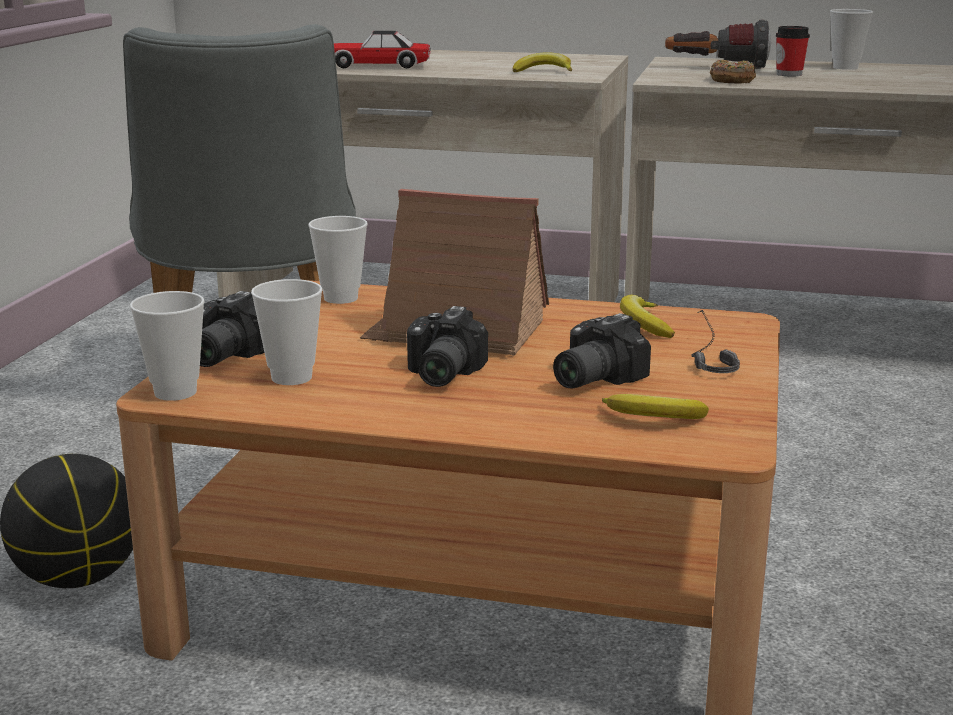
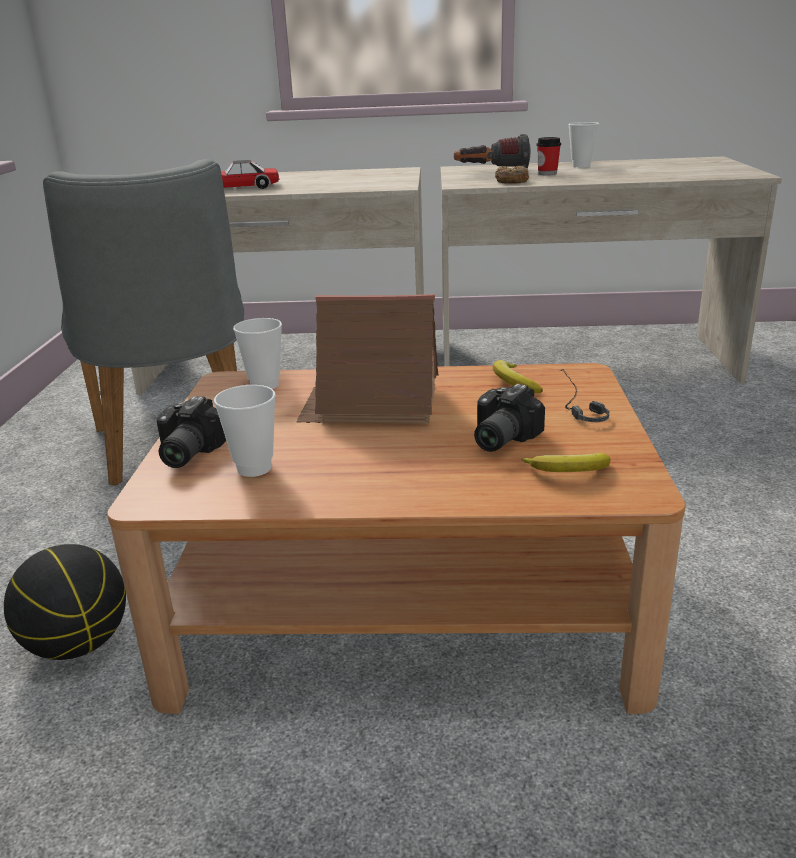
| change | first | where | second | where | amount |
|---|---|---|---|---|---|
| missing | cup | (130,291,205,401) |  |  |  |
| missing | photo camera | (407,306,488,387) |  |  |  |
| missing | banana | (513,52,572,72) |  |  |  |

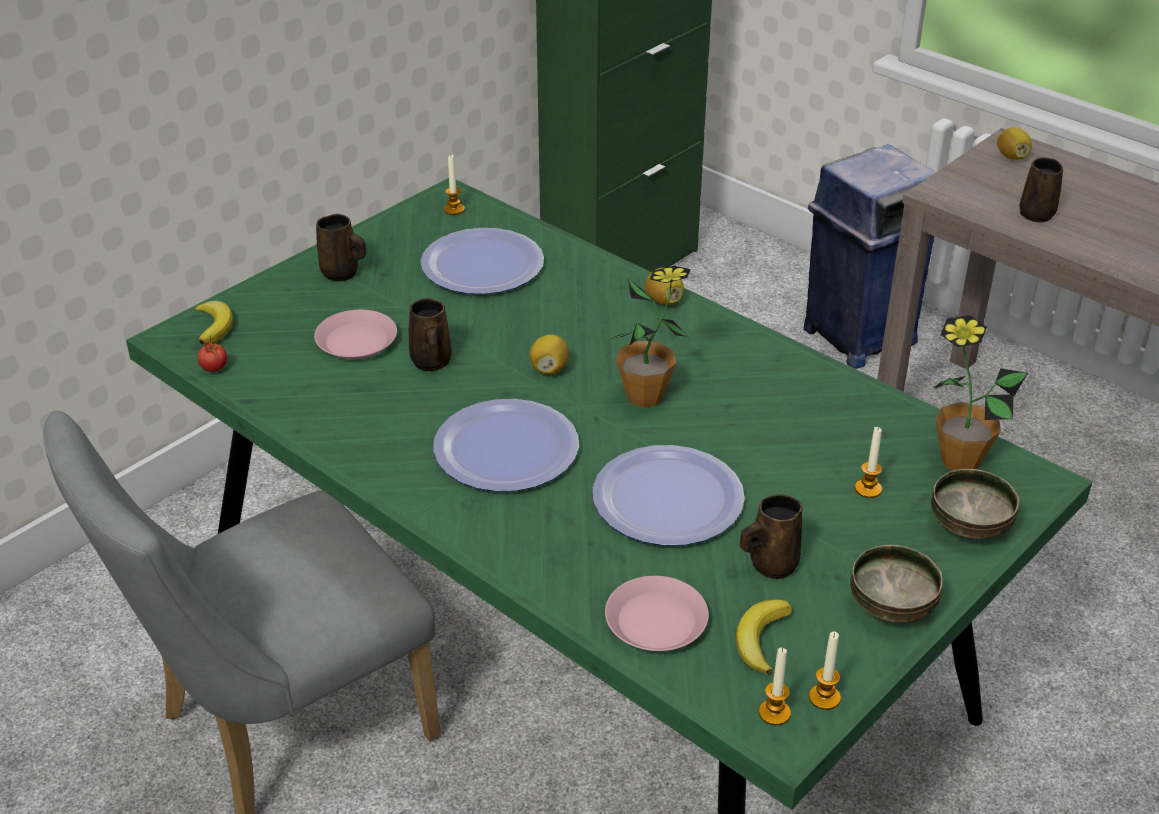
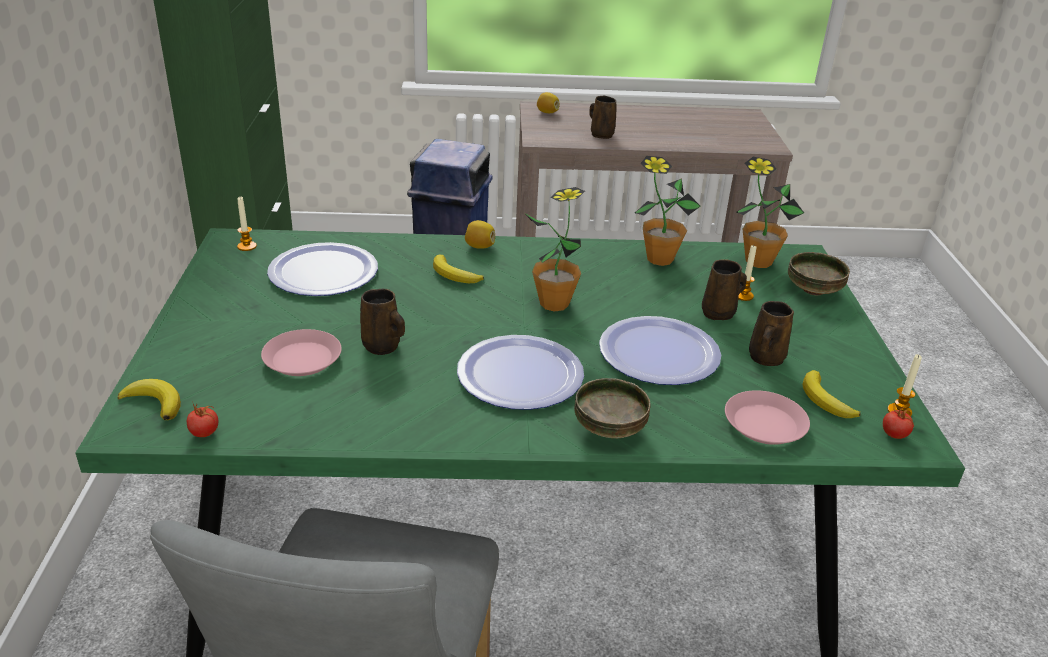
| change | first | where | second | where | amount |
|---|---|---|---|---|---|
| missing | lemon | (529,335,569,374) |  |  |  |
| appeared |  |  | banana | (433,254,484,283) |  |
| appeared |  |  | potted plant | (635,156,701,266) |  |
| relocated | mug/brown | (316,214,366,281) |  | (702,259,747,320) |  |
| relocated | bowl | (850,545,943,623) |  | (574,378,651,438) |  |
| exchanged | candle | (759,648,791,725) | tomato | (883,402,914,439) |  |

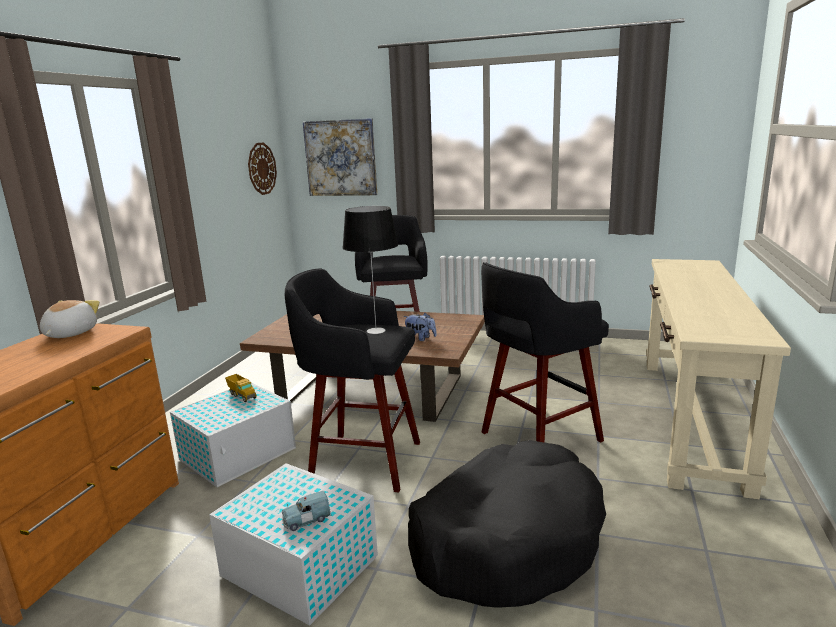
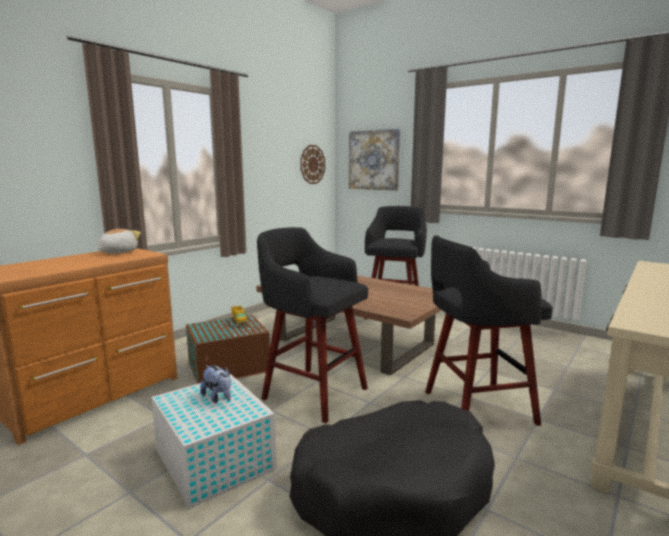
| change | first | where | second | where | amount |
|---|---|---|---|---|---|
| missing | toy car/blue | (282,491,331,531) |  |  |  |
| missing | table lamp | (342,206,398,334) |  |  |  |
| relocated | plush toy | (403,313,437,341) |  | (200,365,231,403) |  |
| colour | storage box/white | (170,383,296,487) | storage box/brown | (186,315,270,384) |  |

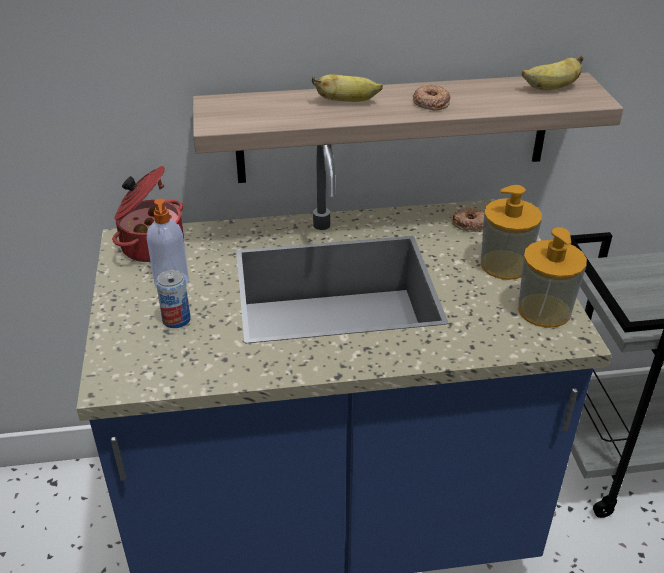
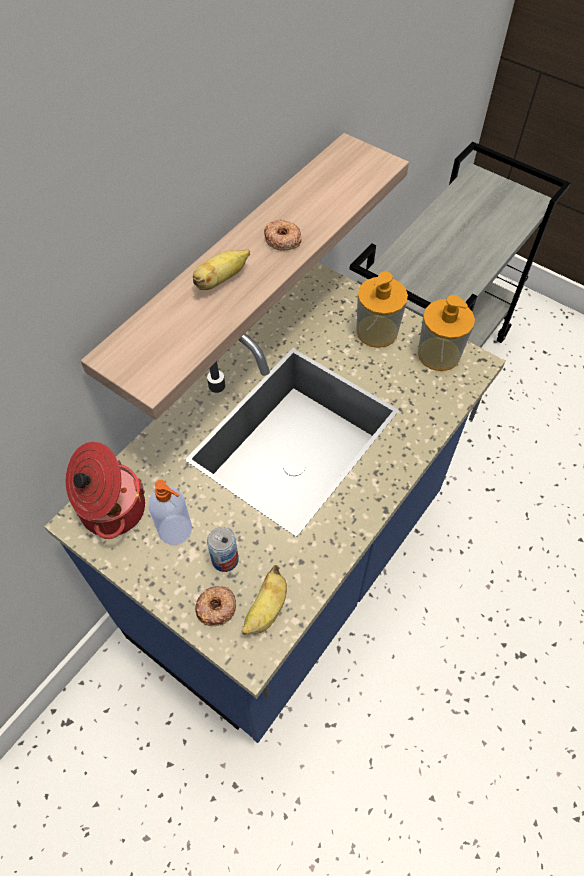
| change | first | where | second | where | amount |
|---|---|---|---|---|---|
| relocated | donut | (452,208,484,232) |  | (195,586,236,626) |  |
| relocated | banana | (522,55,583,91) |  | (242,565,287,635) |  |

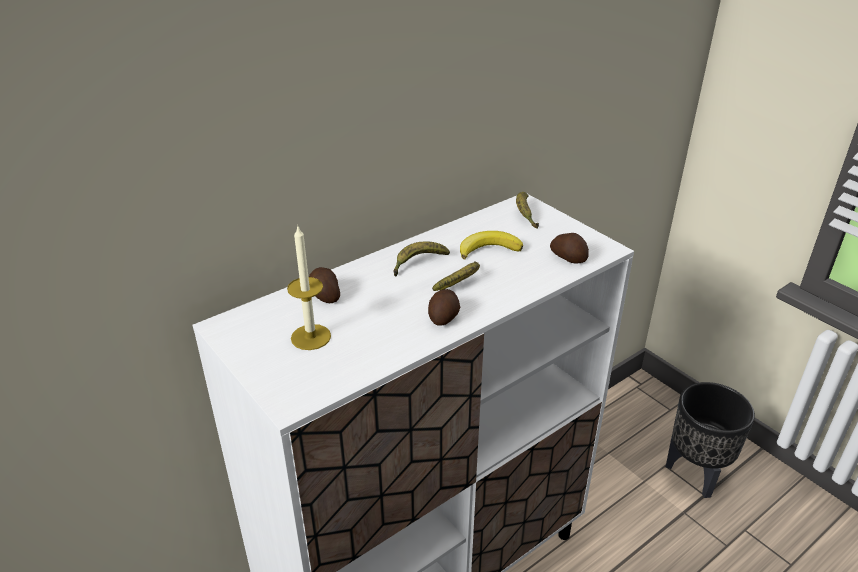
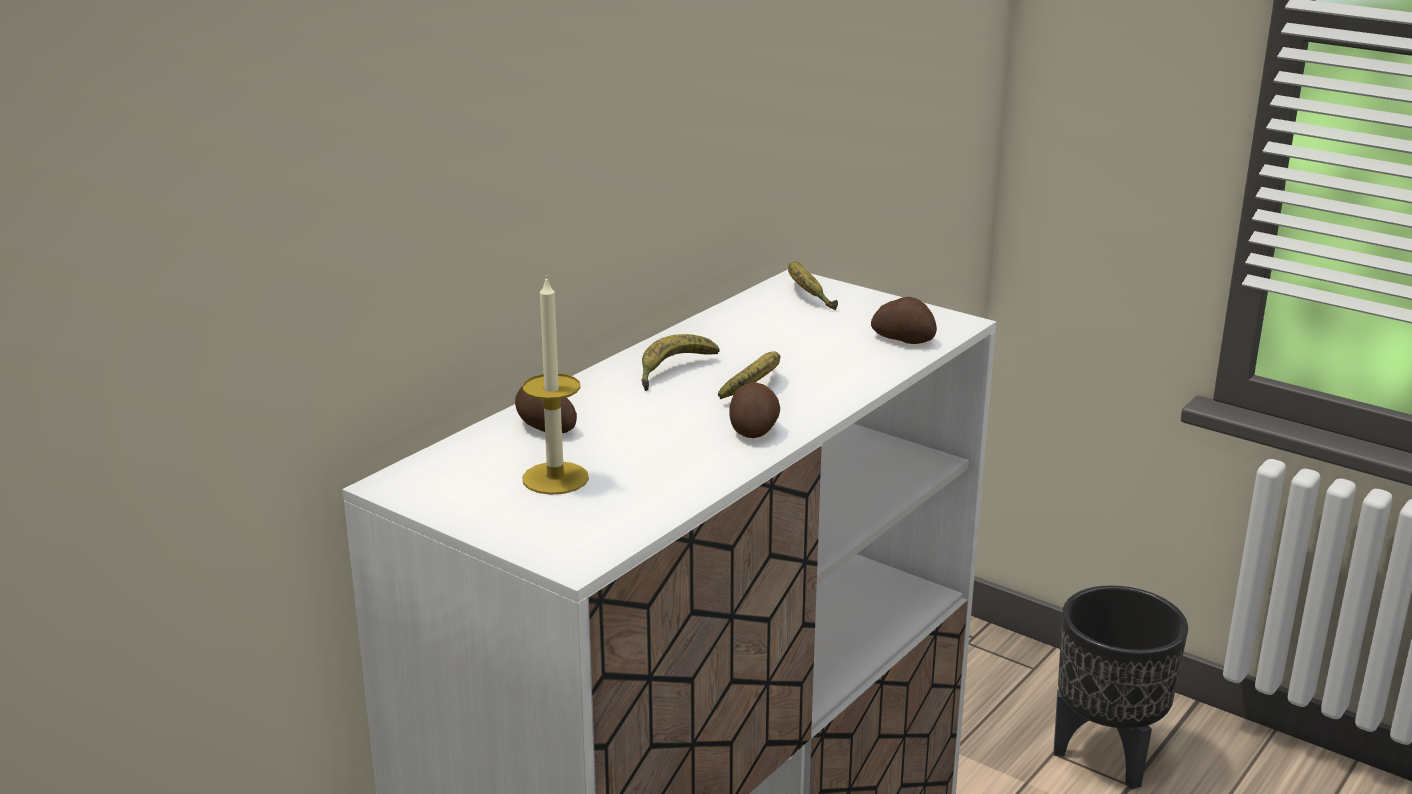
| change | first | where | second | where | amount |
|---|---|---|---|---|---|
| missing | banana | (460,231,523,259) |  |  |  |

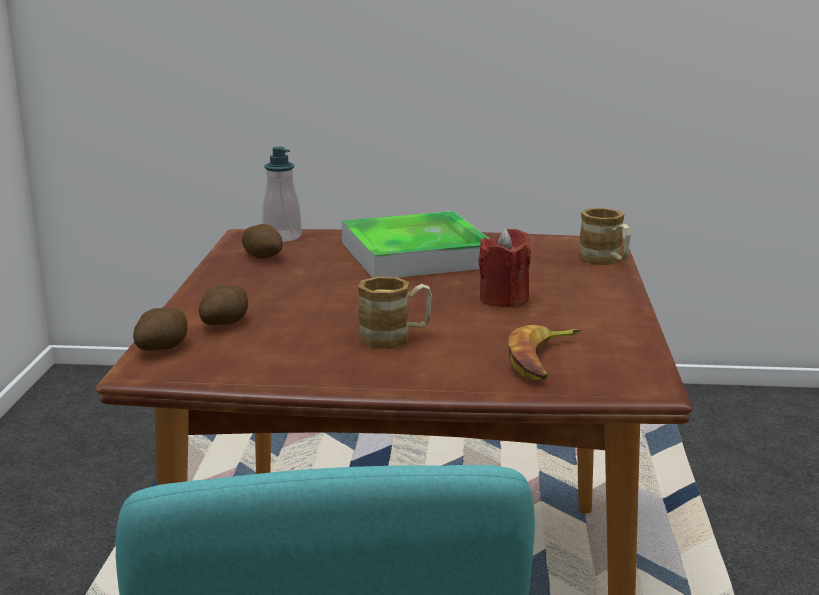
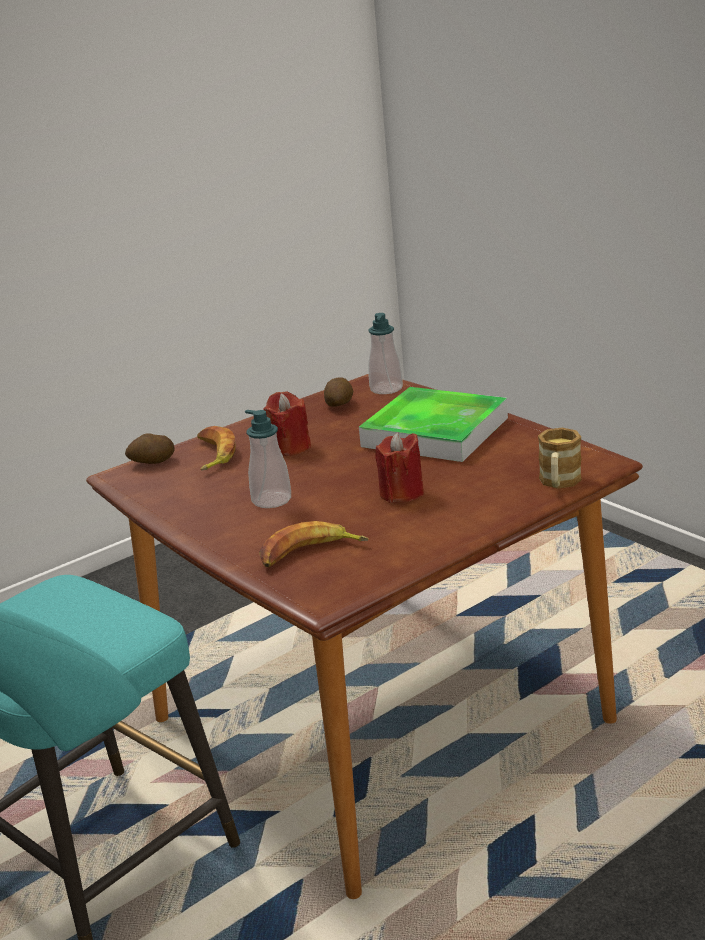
| change | first | where | second | where | amount |
|---|---|---|---|---|---|
| appeared |  |  | candle/red | (263,391,311,456) |  |
| exchanged | potato | (199,285,248,325) | banana | (197,426,236,471) |  |
| exchanged | mug | (358,276,432,349) | soap dispenser | (245,410,291,508) |  |

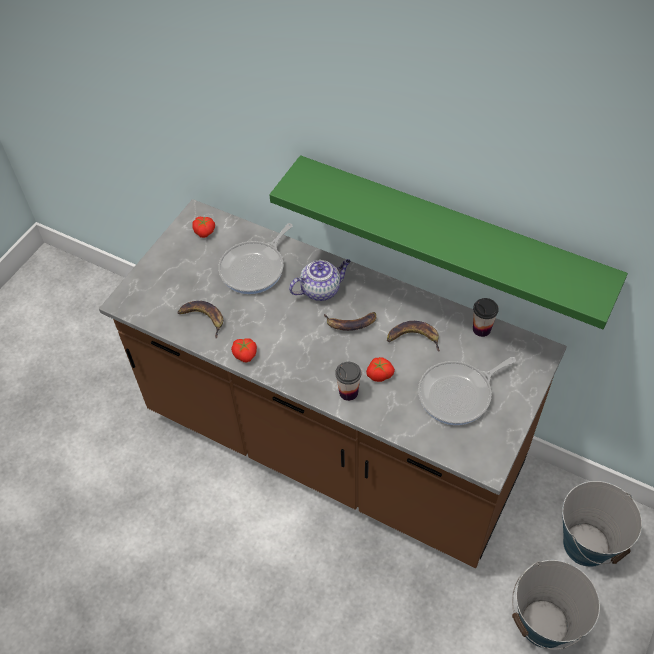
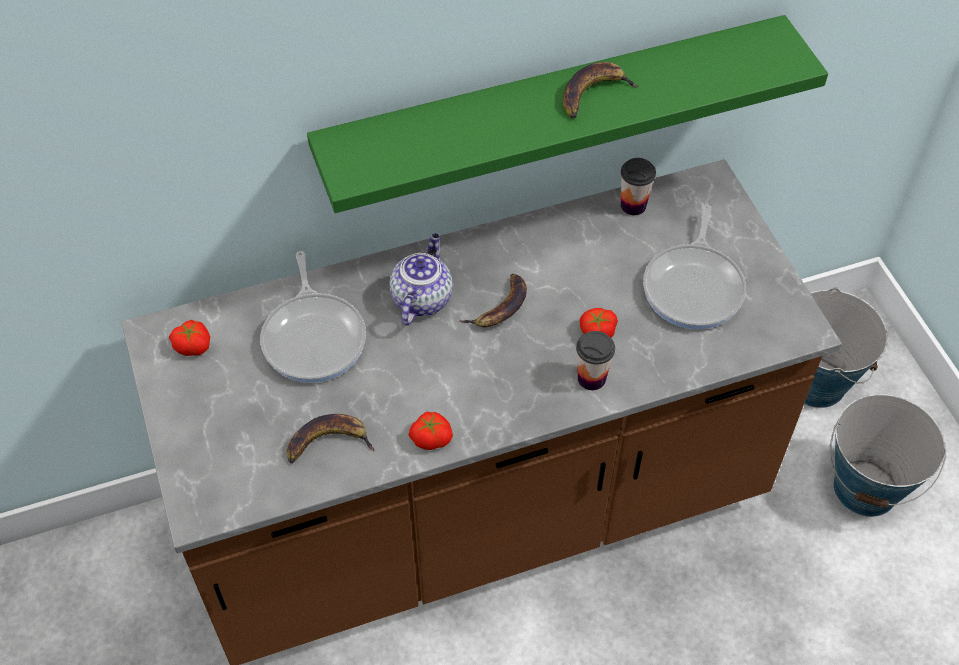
| change | first | where | second | where | amount |
|---|---|---|---|---|---|
| relocated | banana | (387,321,440,352) |  | (563,62,639,118) |  |

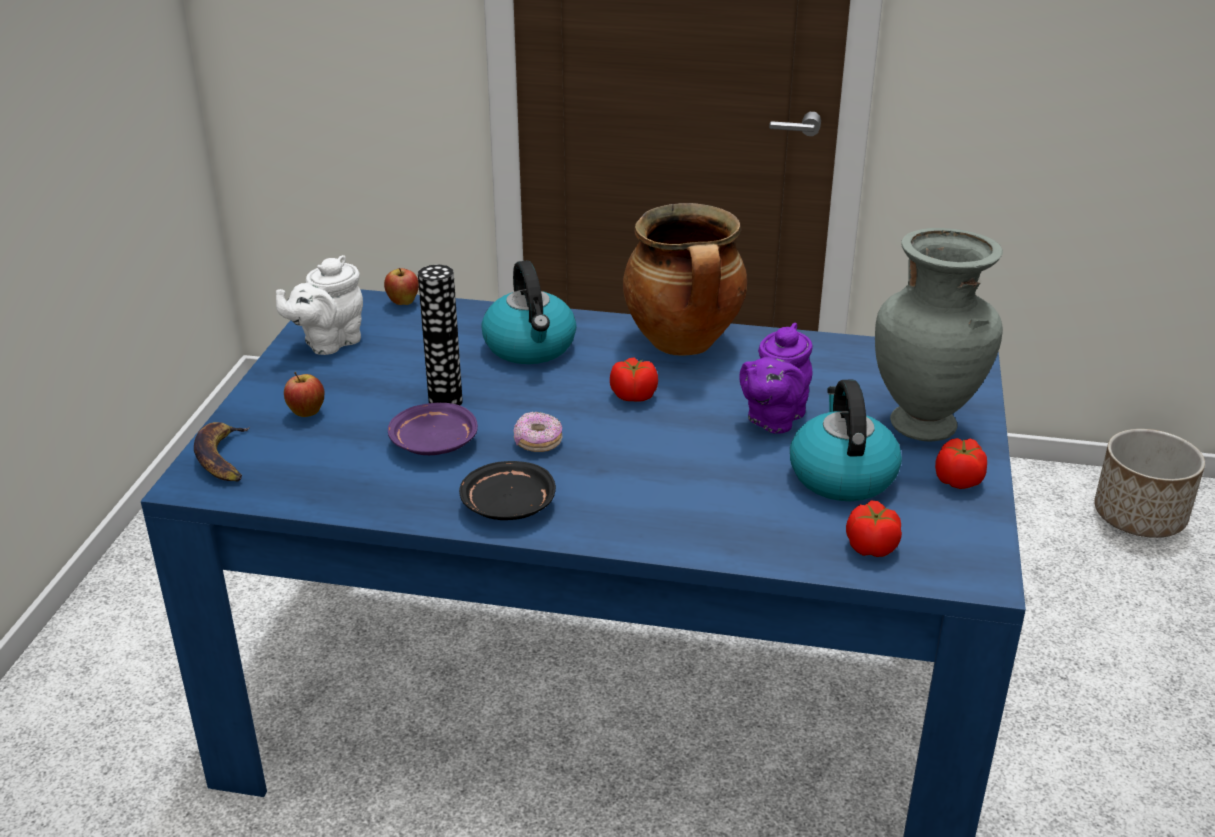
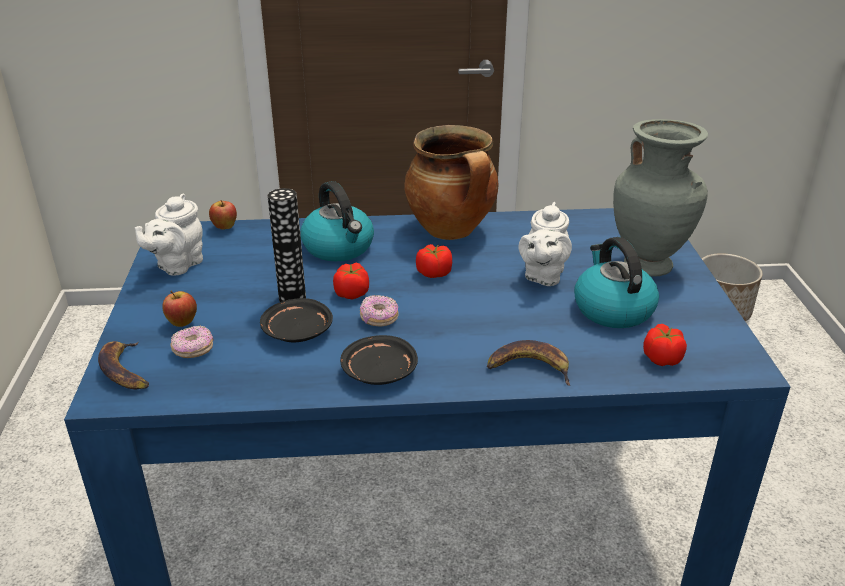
| change | first | where | second | where | amount |
|---|---|---|---|---|---|
| appeared |  |  | donut | (170,325,214,358) |  |
| appeared |  |  | banana | (487,340,570,386) |  |
| relocated | tomato | (935,438,987,489) |  | (333,263,369,299) |  |
| colour | plate/purple | (388,403,478,455) | plate/black | (260,298,333,342) |  |
| colour | teapot/purple | (739,323,813,434) | teapot/white | (519,202,572,286) |  |

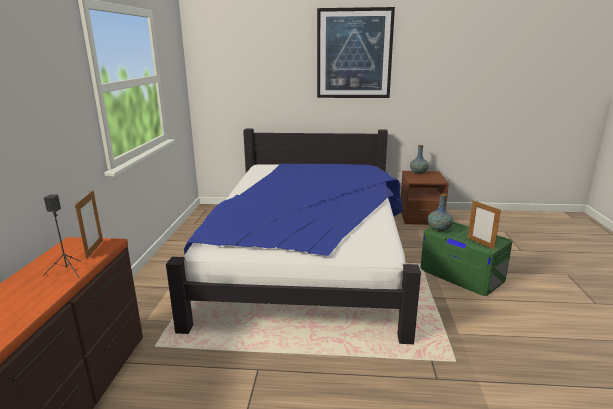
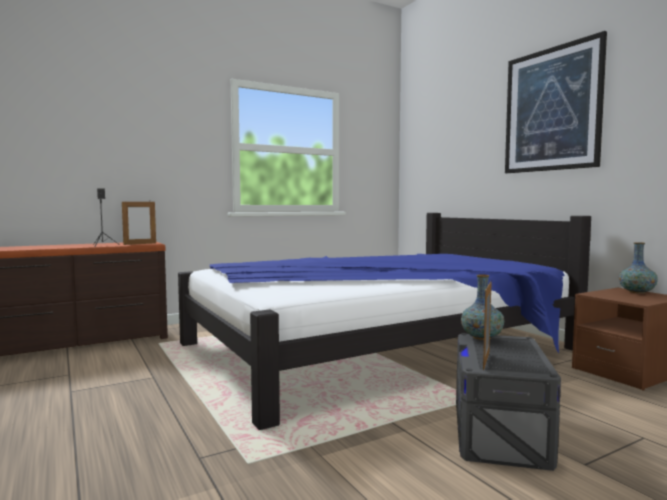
| change | first | where | second | where | amount |
|---|---|---|---|---|---|
| colour | storage box/green | (420,222,513,296) | storage box/grey | (456,333,561,471) |  |

